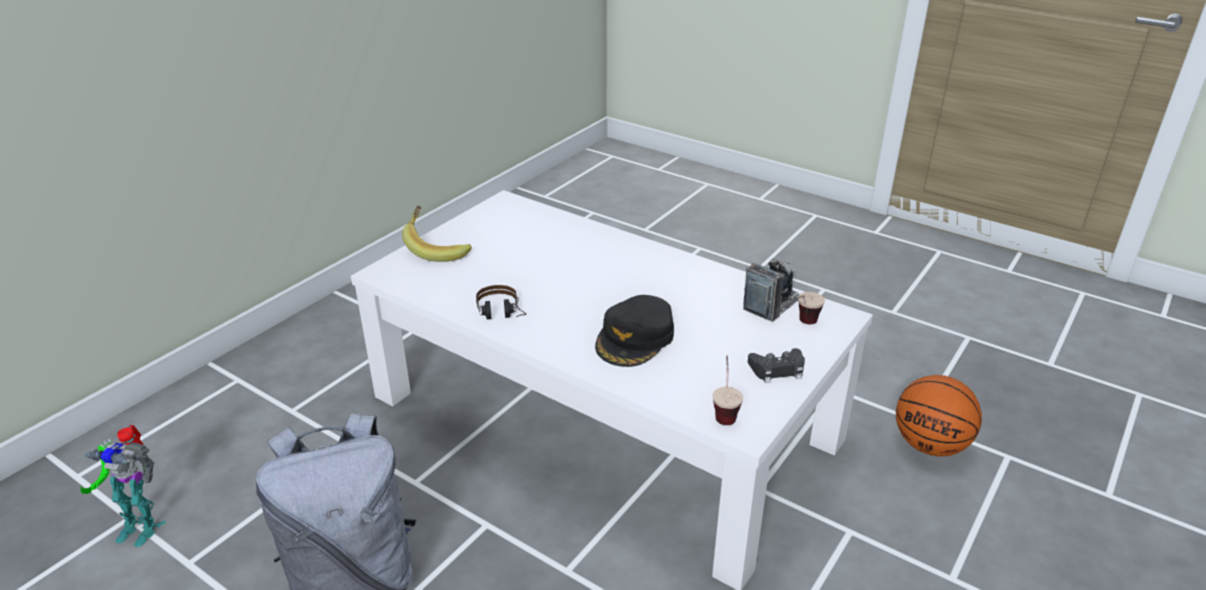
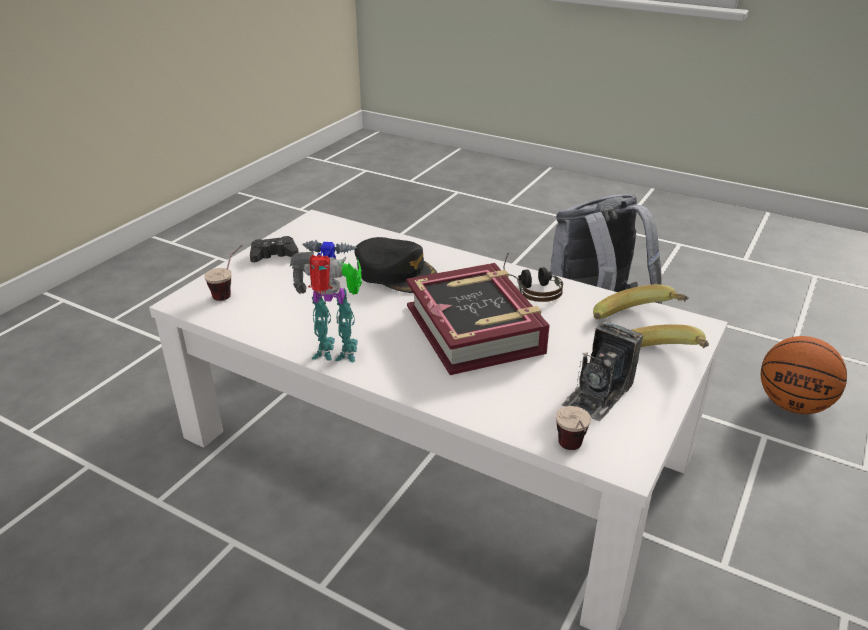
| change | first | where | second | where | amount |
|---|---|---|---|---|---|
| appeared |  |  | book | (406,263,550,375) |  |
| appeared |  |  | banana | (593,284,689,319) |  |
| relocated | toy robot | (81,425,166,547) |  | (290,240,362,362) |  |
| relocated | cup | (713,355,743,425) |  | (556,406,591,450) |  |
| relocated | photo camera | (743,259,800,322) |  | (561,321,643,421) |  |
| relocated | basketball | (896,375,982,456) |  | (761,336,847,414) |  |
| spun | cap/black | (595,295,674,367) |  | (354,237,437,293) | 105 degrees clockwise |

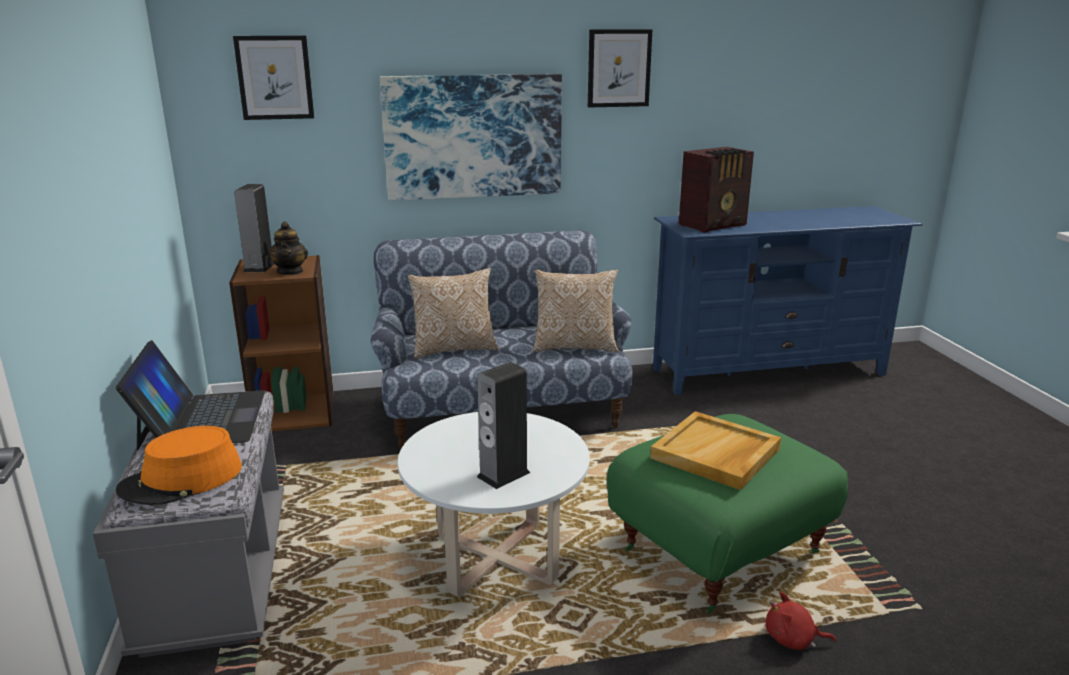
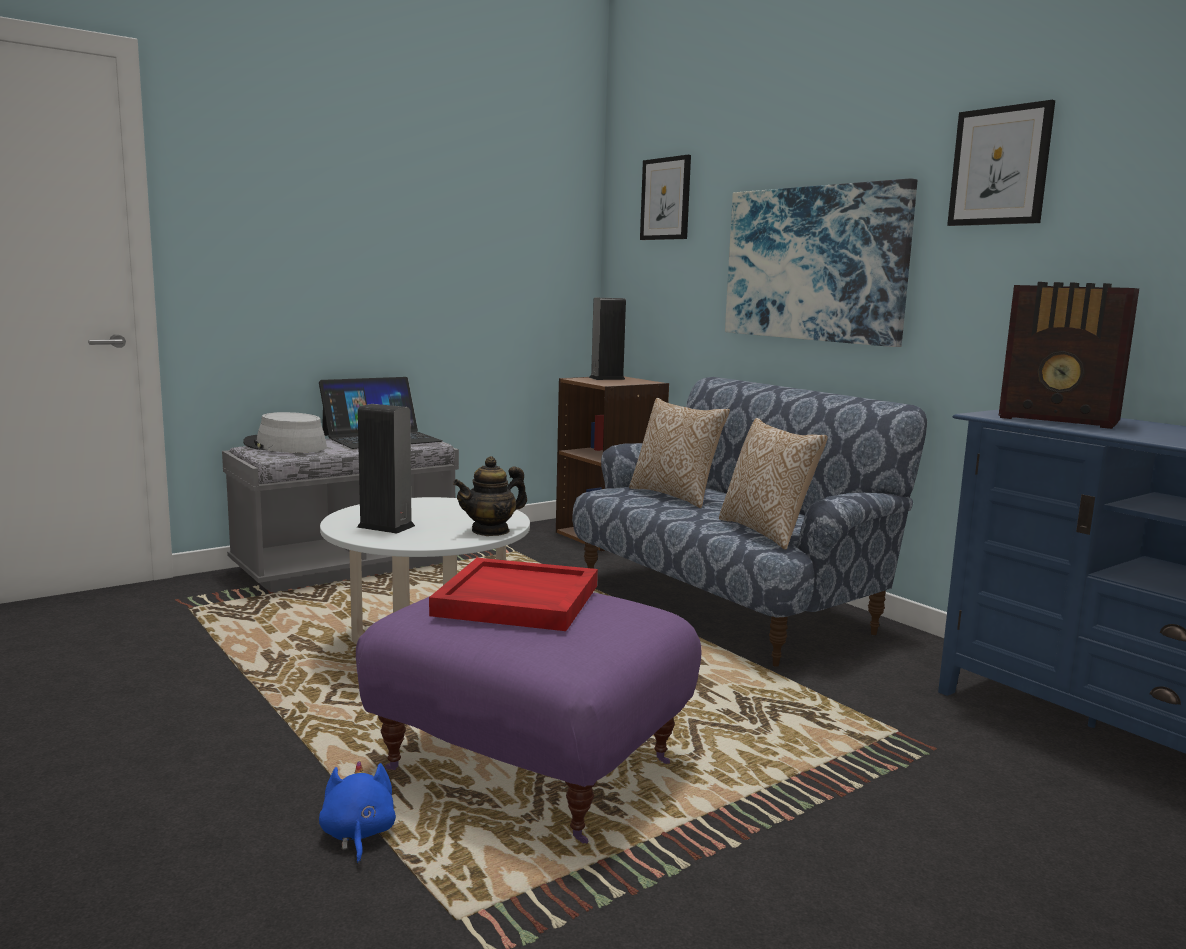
| change | first | where | second | where | amount |
|---|---|---|---|---|---|
| relocated | teapot | (268,222,308,275) |  | (453,456,527,536) |  |
| colour | hat/orange | (116,426,242,505) | hat/grey | (243,412,327,453) |  |
| colour | ottoman/green | (607,414,848,613) | ottoman/purple | (356,592,701,844) |  |
| colour | tray/beige | (650,411,781,490) | tray/red | (429,558,598,631) |  |
| colour | plush toy/red | (766,592,836,650) | plush toy/blue | (319,761,396,864) |  |

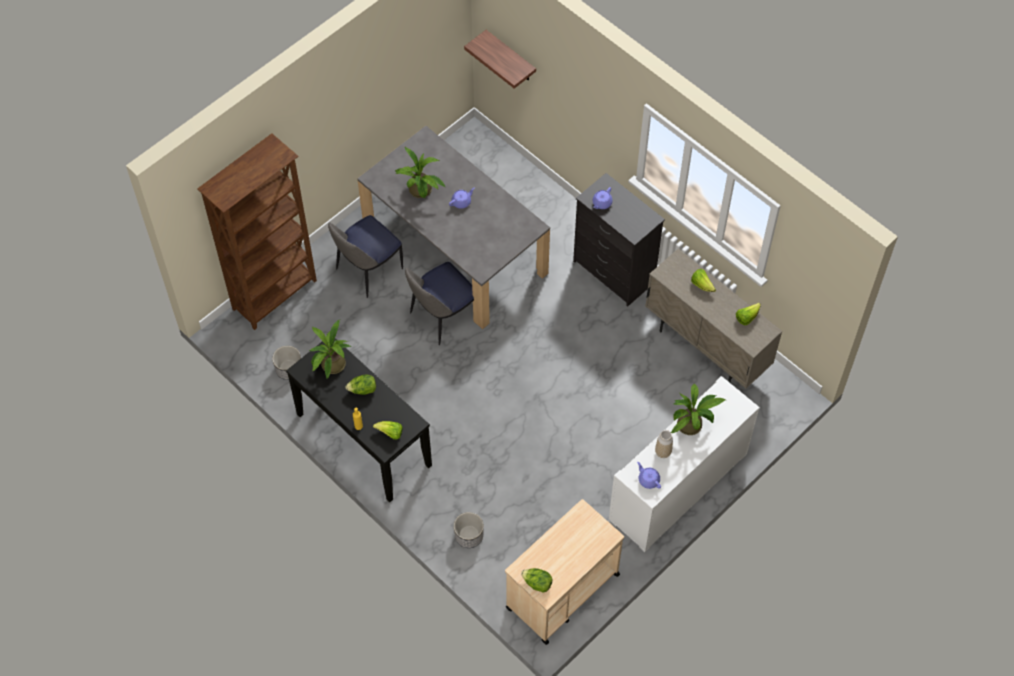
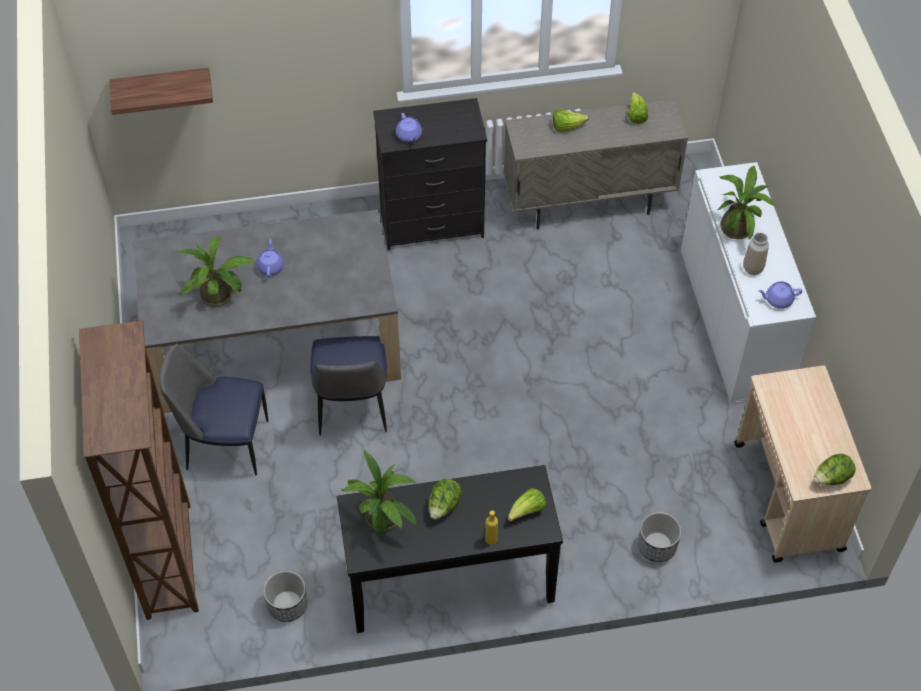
| change | first | where | second | where | amount |
|---|---|---|---|---|---|
| spun | chair | (328,215,403,298) |  | (159,344,268,475) | 105 degrees clockwise |

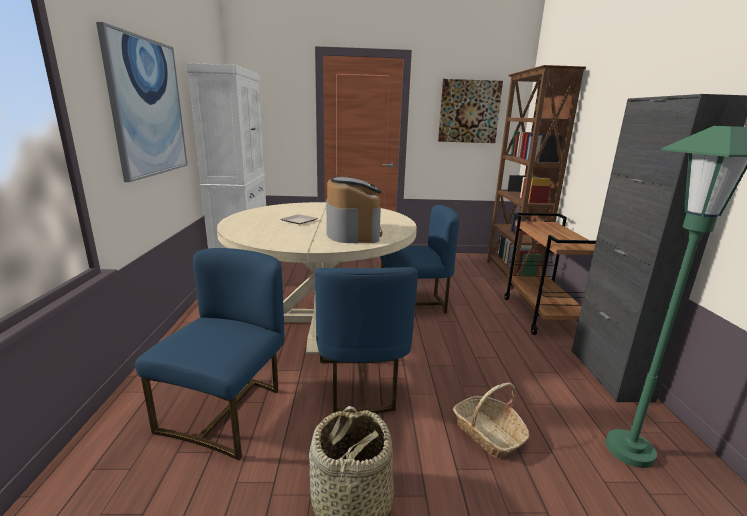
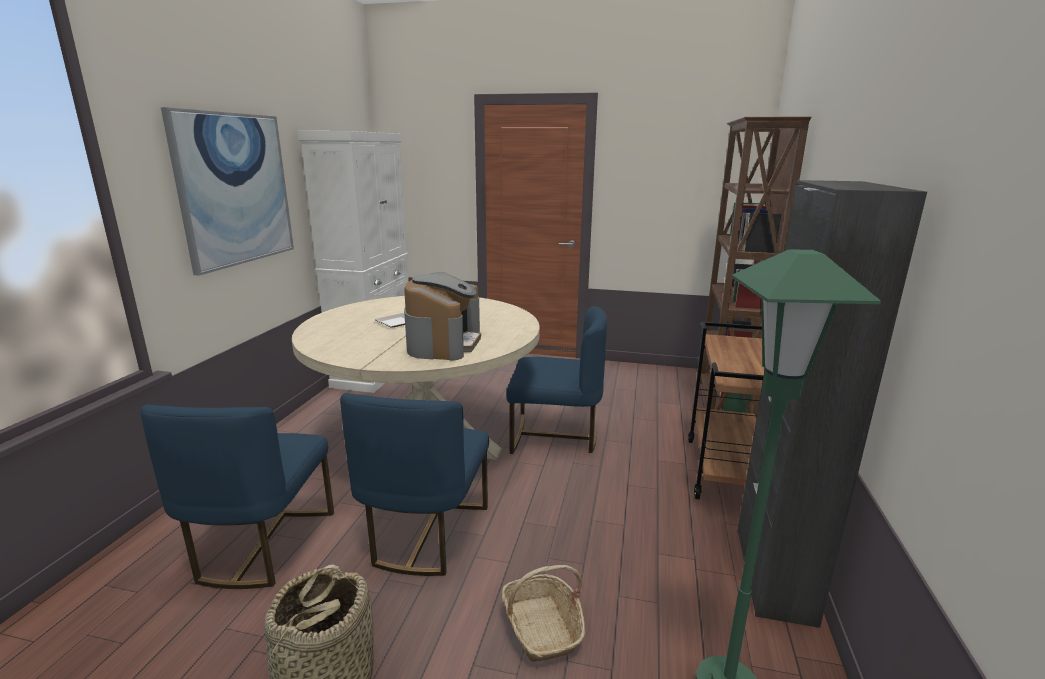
| change | first | where | second | where | amount |
|---|---|---|---|---|---|
| missing | picture | (438,79,503,143) |  |  |  |
| spun | chair/blue | (135,248,284,460) |  | (140,404,334,589) | 150 degrees clockwise |

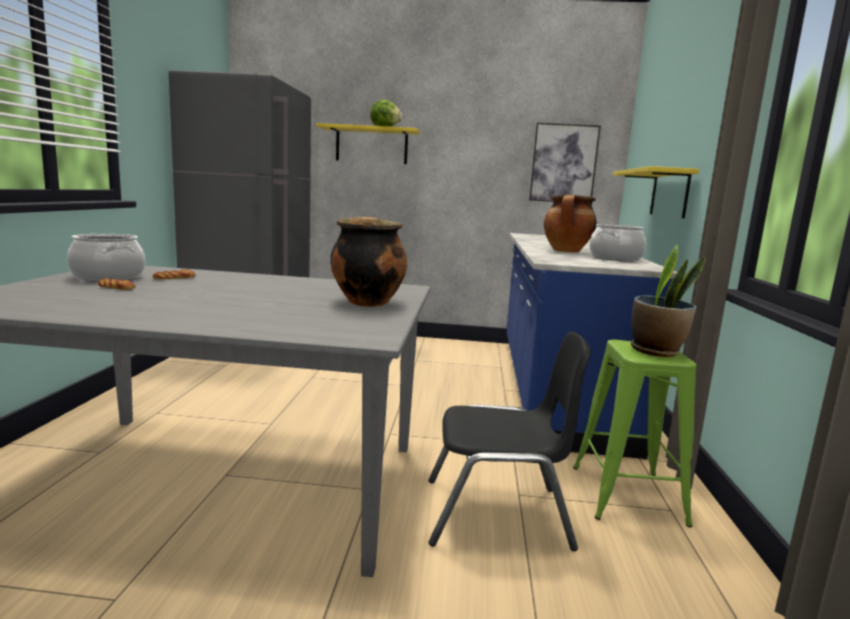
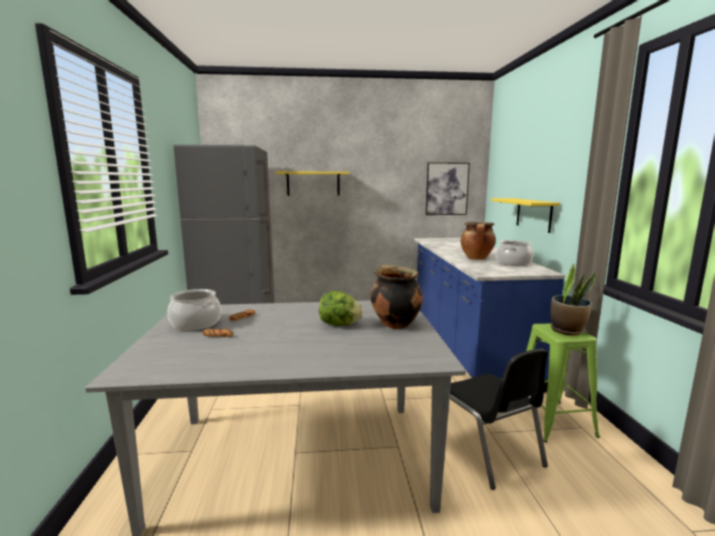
| change | first | where | second | where | amount |
|---|---|---|---|---|---|
| relocated | lettuce | (370,100,403,127) |  | (319,291,363,326) |  |
| spun | chair/black | (428,332,591,551) |  | (450,348,548,490) | 75 degrees clockwise |

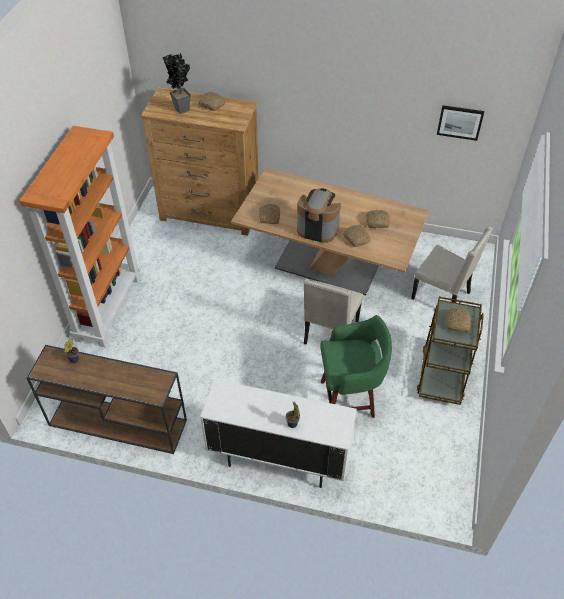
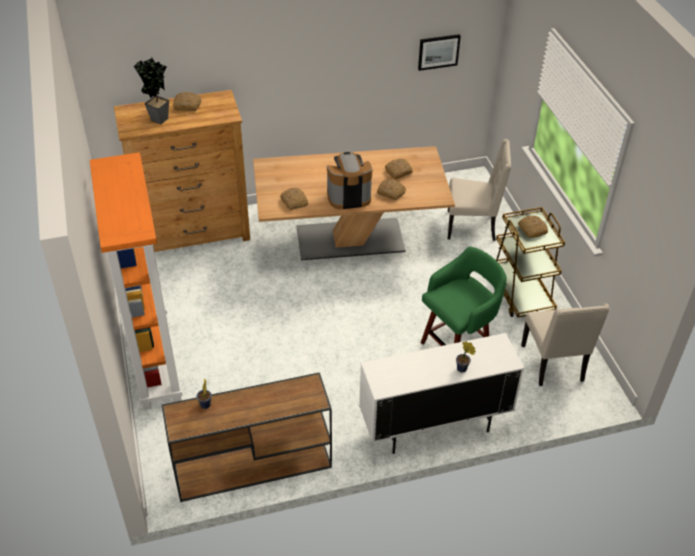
| change | first | where | second | where | amount |
|---|---|---|---|---|---|
| relocated | chair/beige | (304,278,363,344) |  | (521,303,610,386) |  |

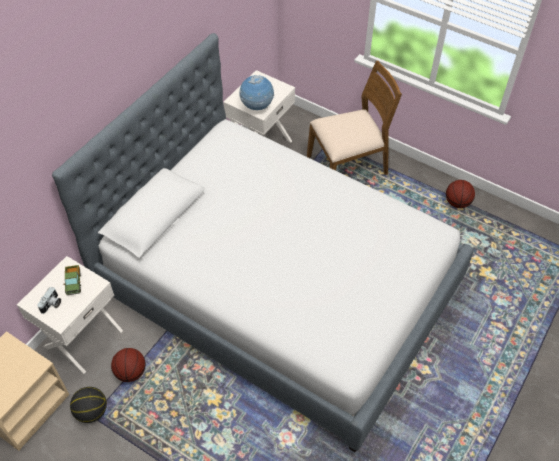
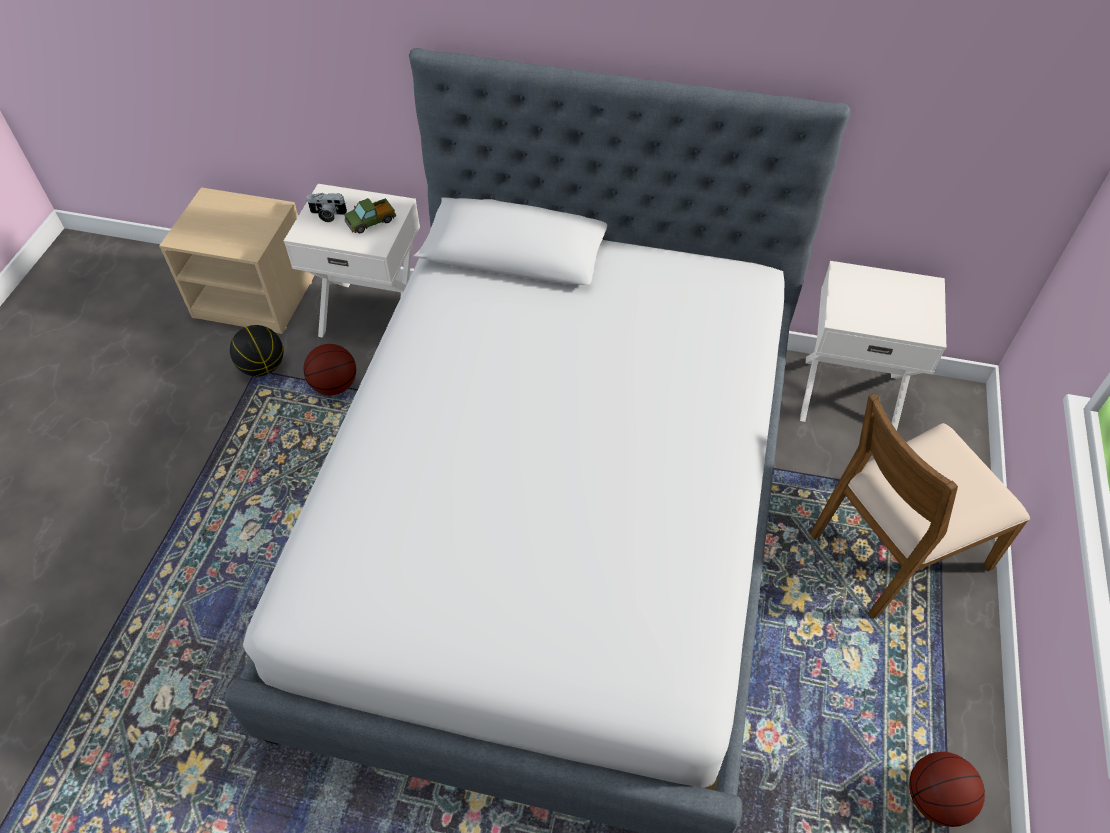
| change | first | where | second | where | amount |
|---|---|---|---|---|---|
| missing | globe | (240,75,274,110) |  |  |  |
| spun | chair/brown | (307,61,402,175) |  | (810,393,1030,619) | 105 degrees clockwise |

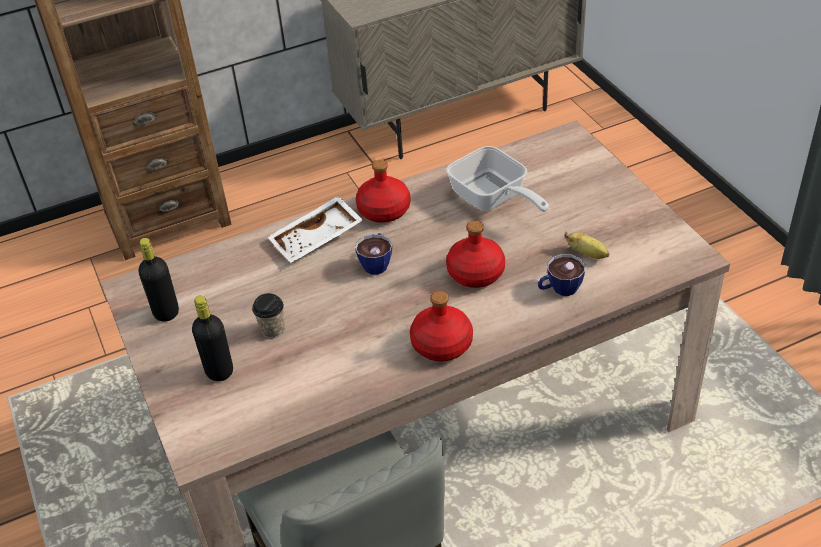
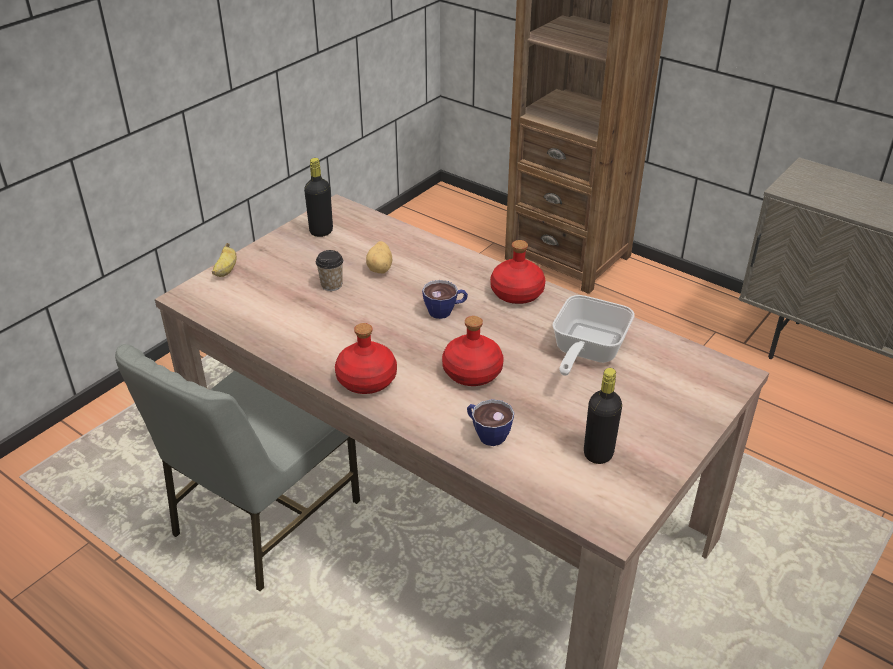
| change | first | where | second | where | amount |
|---|---|---|---|---|---|
| missing | tray/white | (267,196,363,263) |  |  |  |
| appeared |  |  | potato | (366,241,392,273) |  |
| relocated | bottle/black | (192,296,233,381) |  | (584,368,622,464) |  |
| relocated | banana | (564,231,610,259) |  | (212,243,237,277) |  |

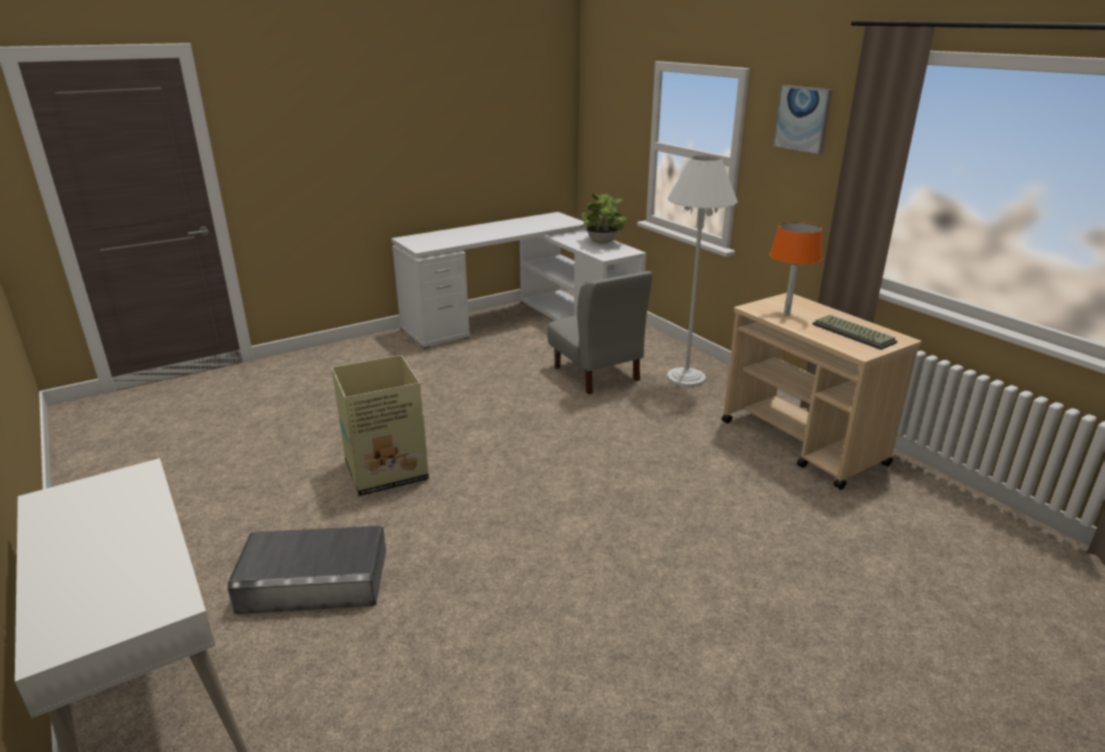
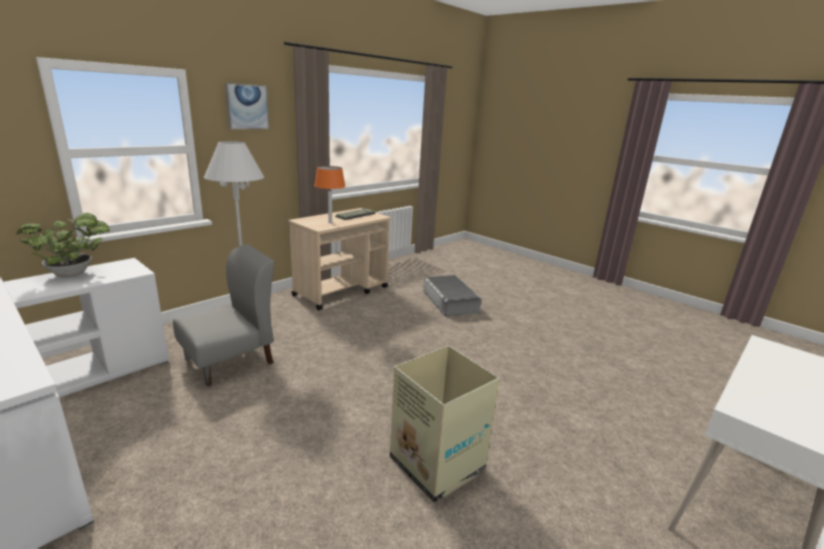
| change | first | where | second | where | amount |
|---|---|---|---|---|---|
| relocated | storage box/grey | (227,525,386,614) |  | (423,275,482,317) |  |

